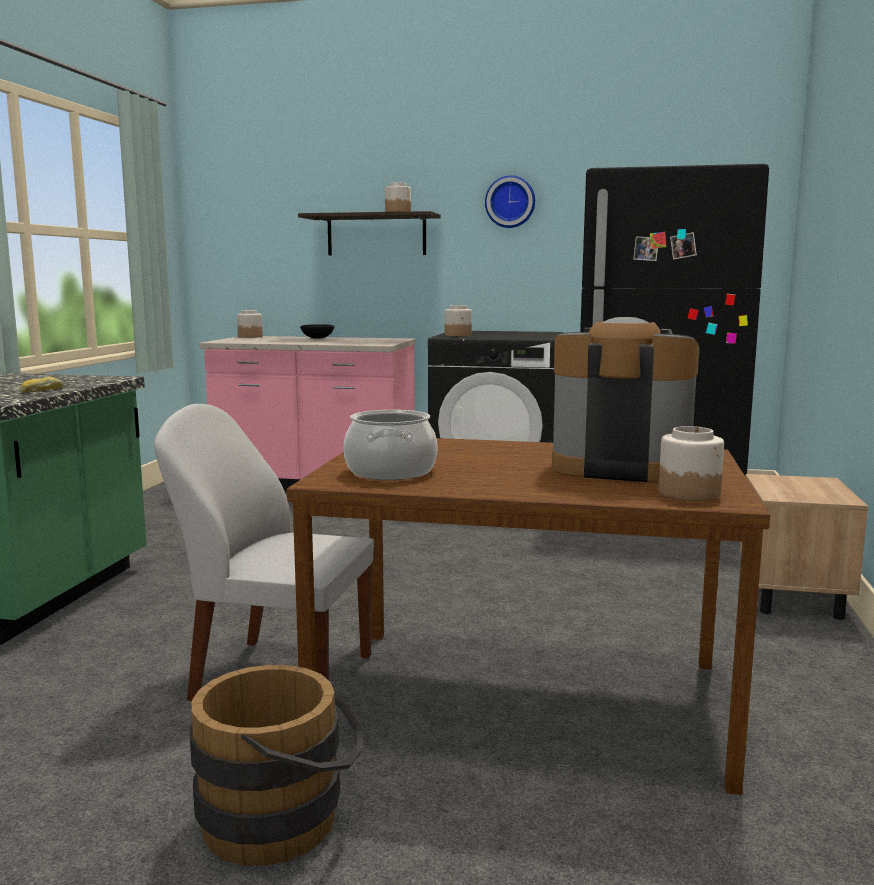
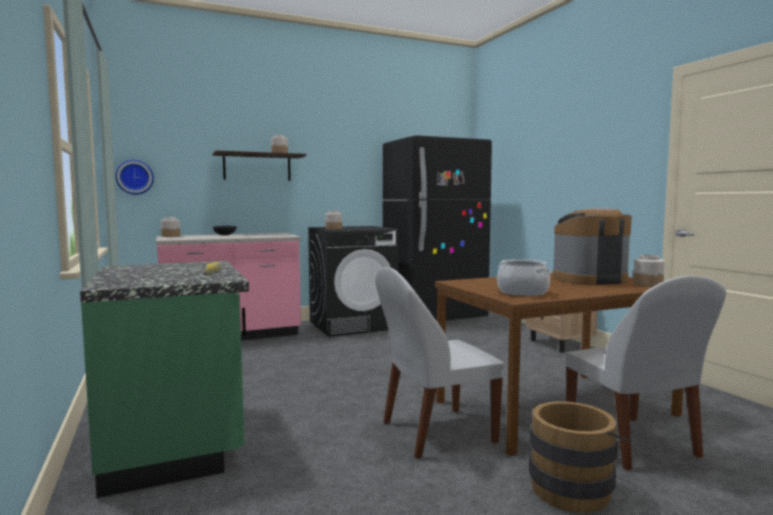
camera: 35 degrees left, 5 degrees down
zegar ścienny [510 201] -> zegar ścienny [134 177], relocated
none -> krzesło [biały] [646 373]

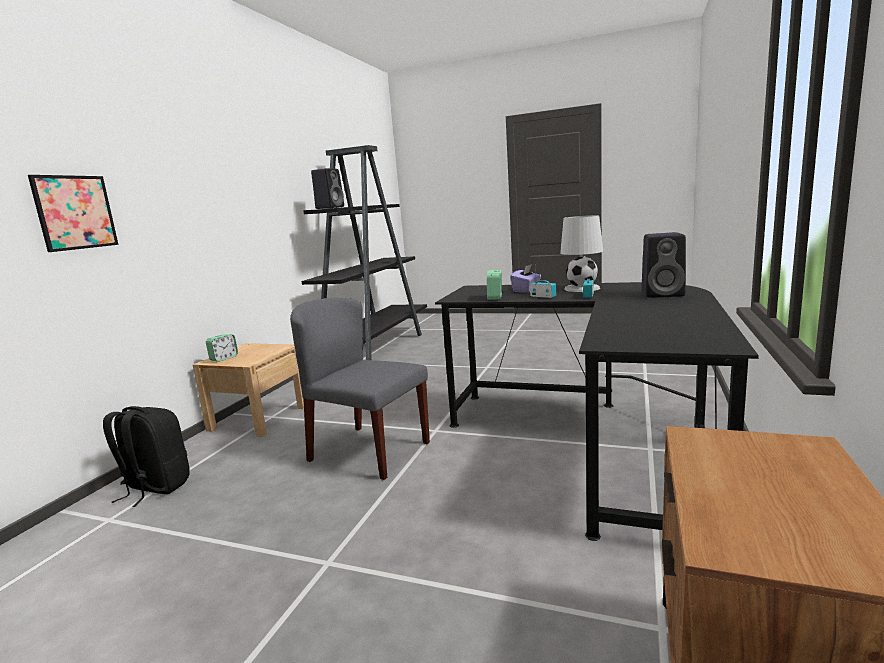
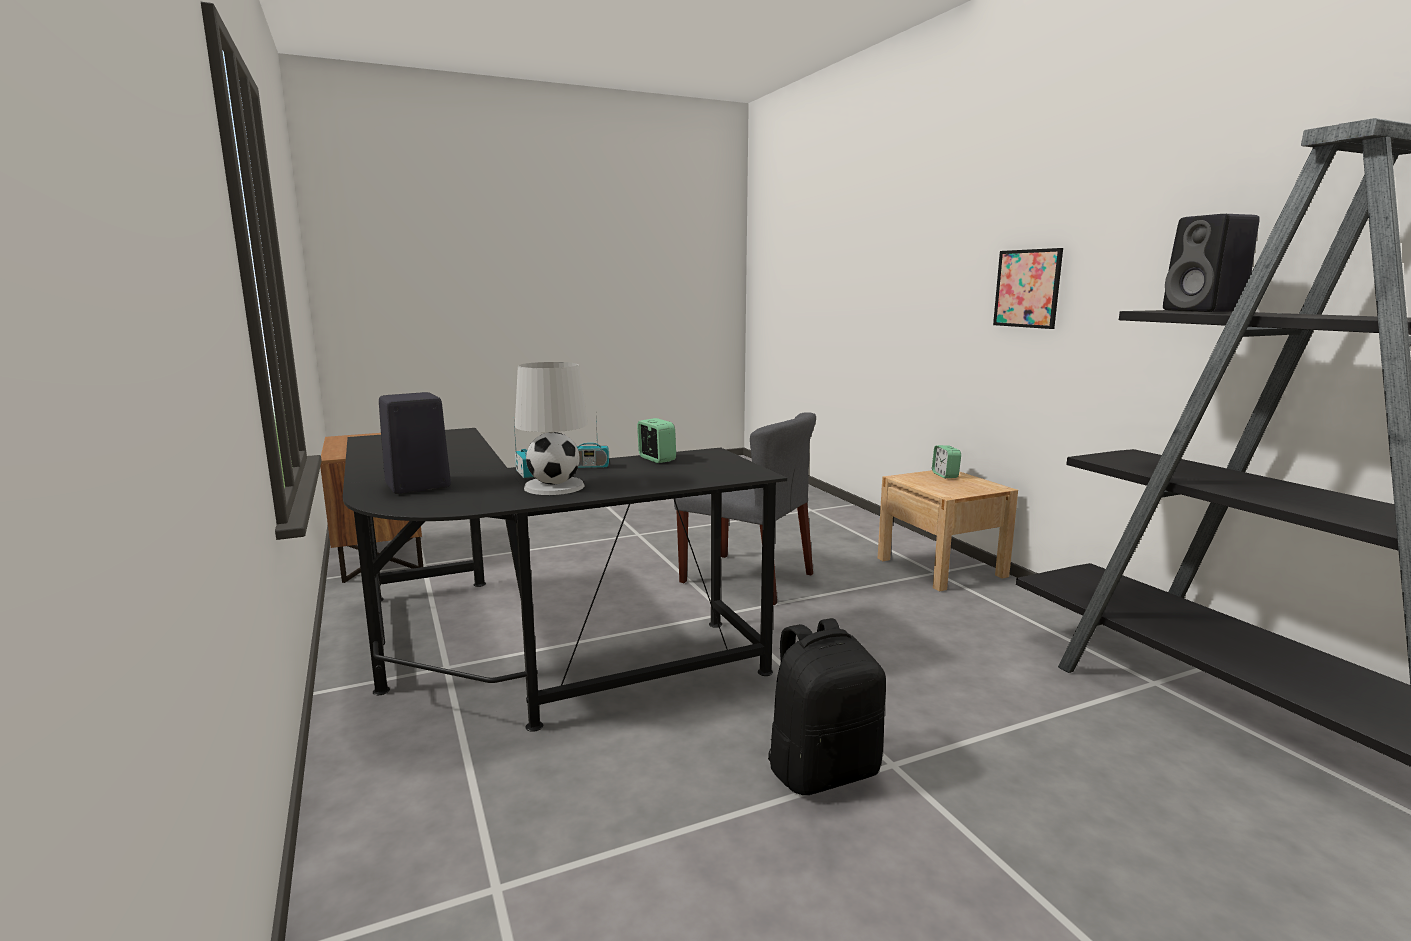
camera: 135 degrees right, 0 degrees up
obraz [73 213] -> obraz [1028 288], relocated
pudełko chusteczek [fioletowy] [525 278] -> none
krzesło [szary] [360 389] -> krzesło [szary] [745 508], 45 degrees clockwise
plecak [czarny] [146 456] -> plecak [czarny] [827 706], relocated

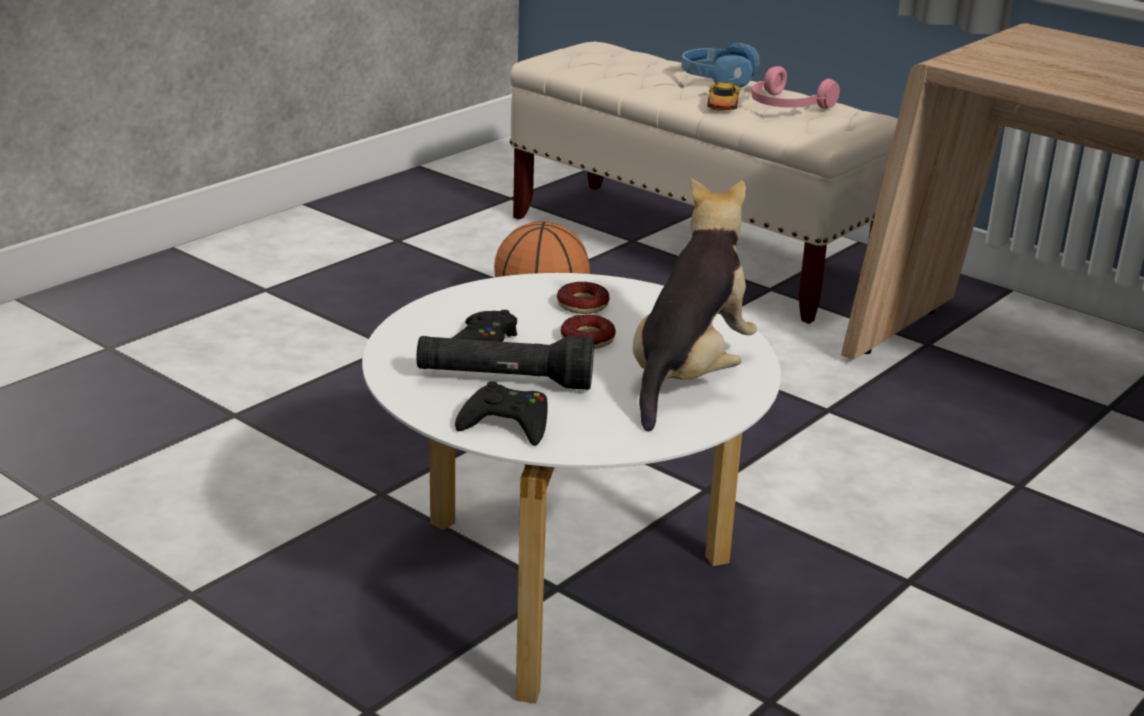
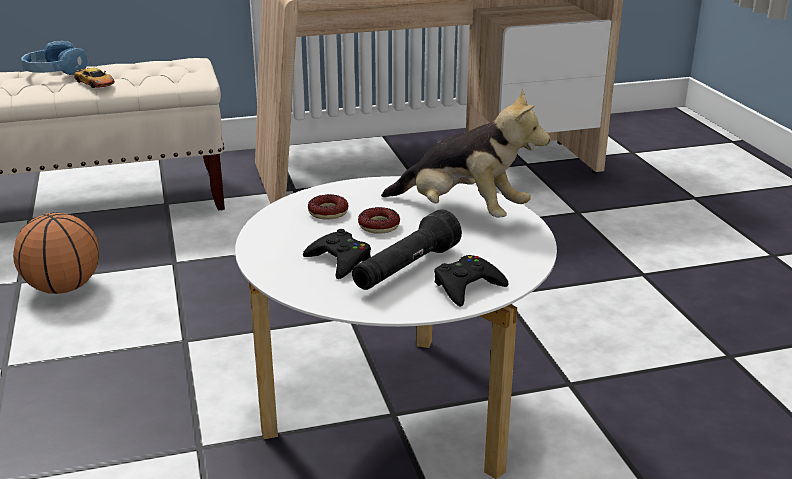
camera: 55 degrees left, 0 degrees up
słuchawki [różowy] [796 87] -> none
pluszak [695 304] -> pluszak [465 153], 150 degrees clockwise

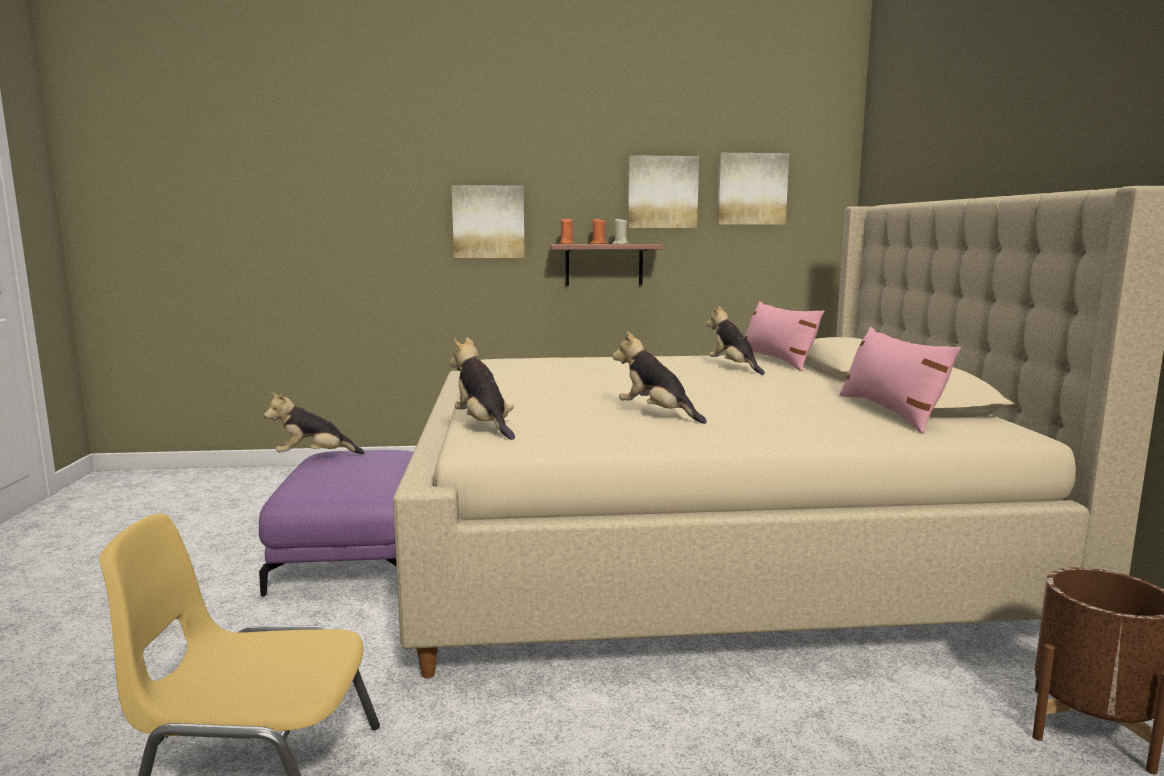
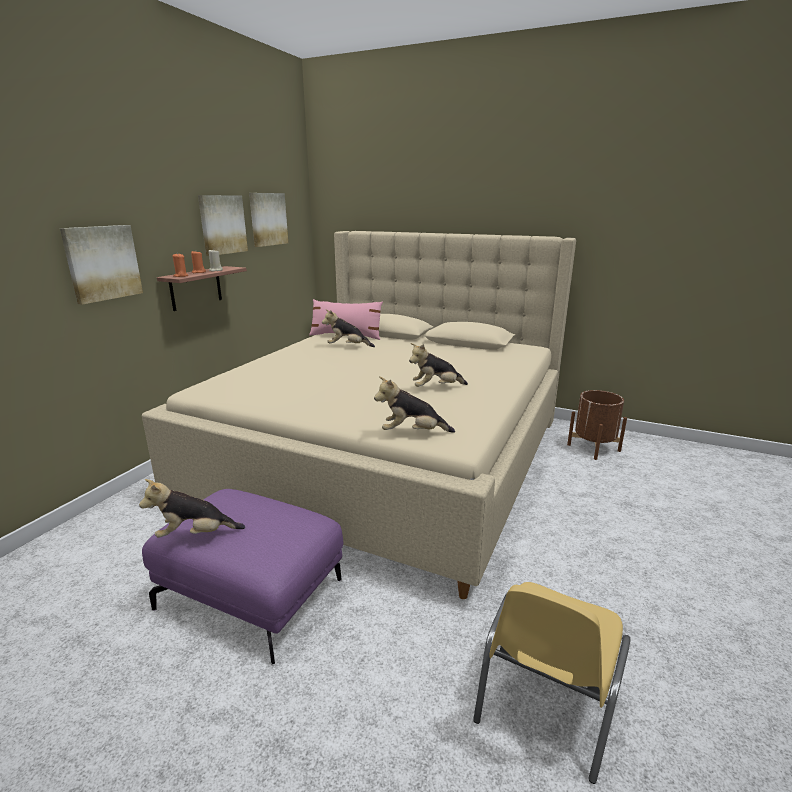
camera: 60 degrees left, 10 degrees up
poduszka [różowy] [900 380] -> none
pluszak [314 423] -> pluszak [192 508], 60 degrees clockwise

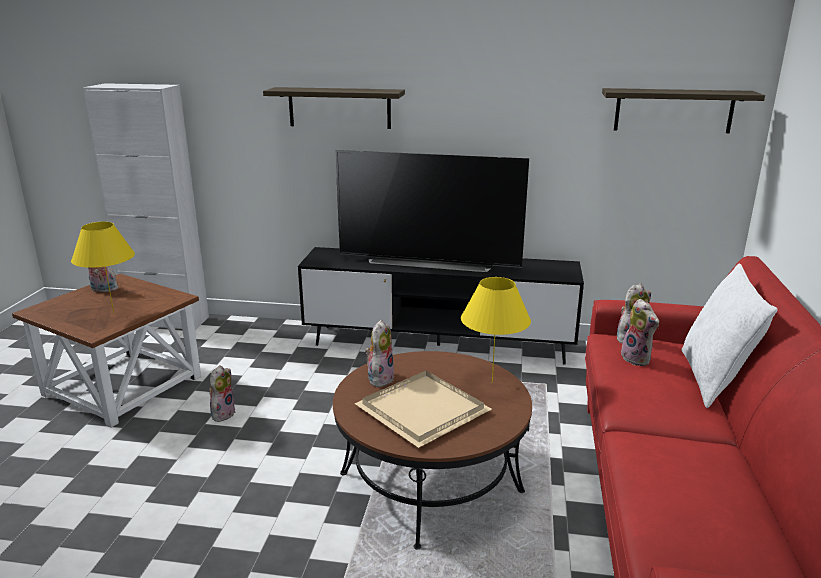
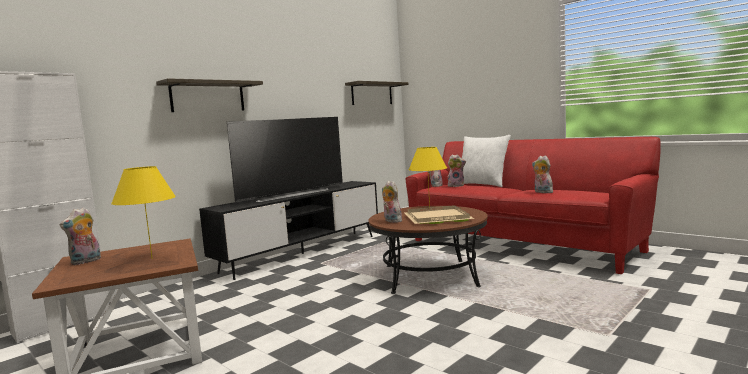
camera: 55 degrees left, 15 degrees down
pluszak [222 393] -> pluszak [542 174], relocated

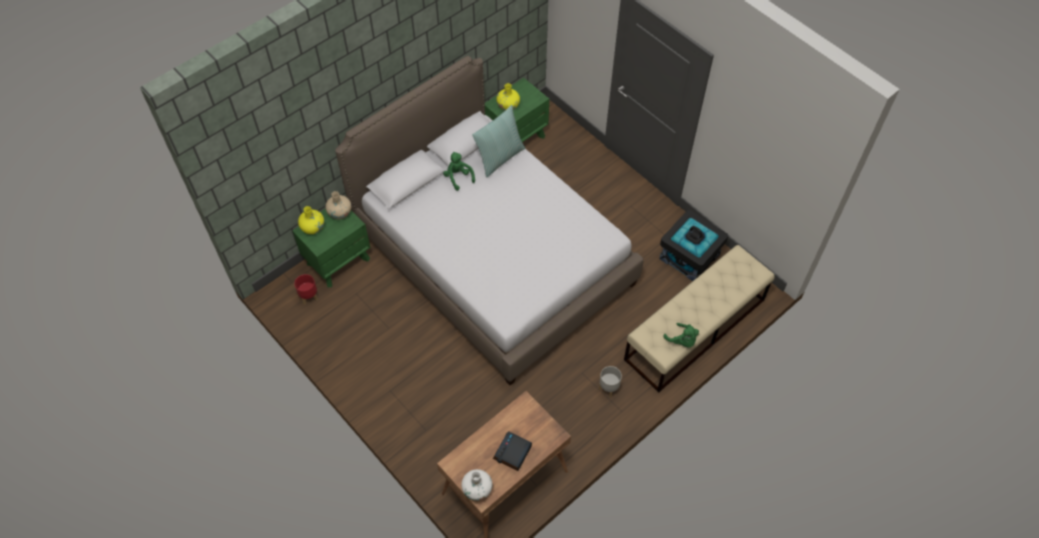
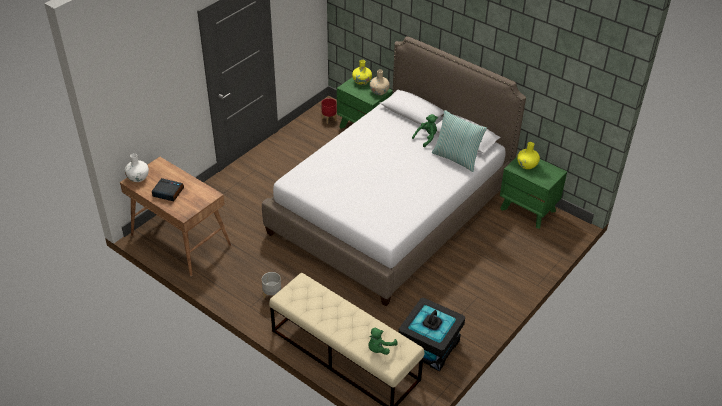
camera: 80 degrees right, 15 degrees down
pluszak [zielony] [681 335] -> pluszak [zielony] [382 341], relocated

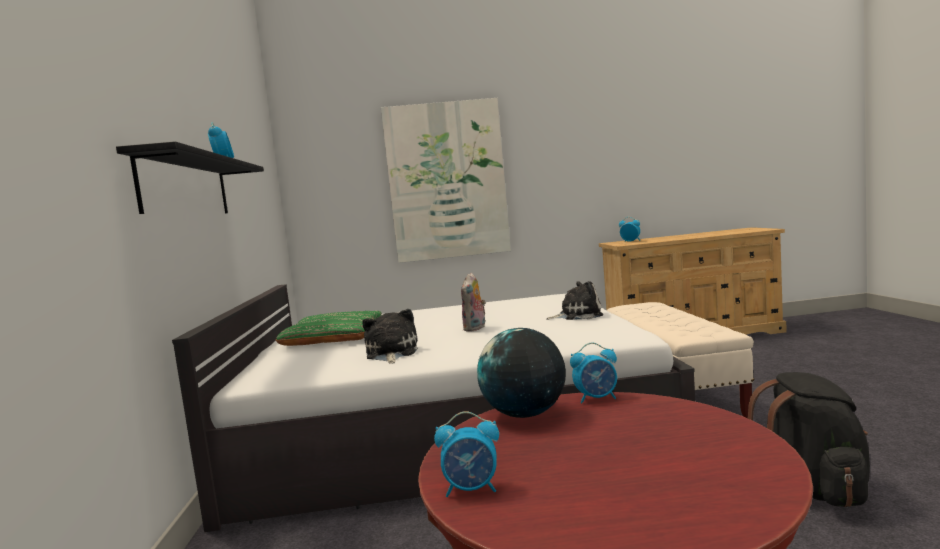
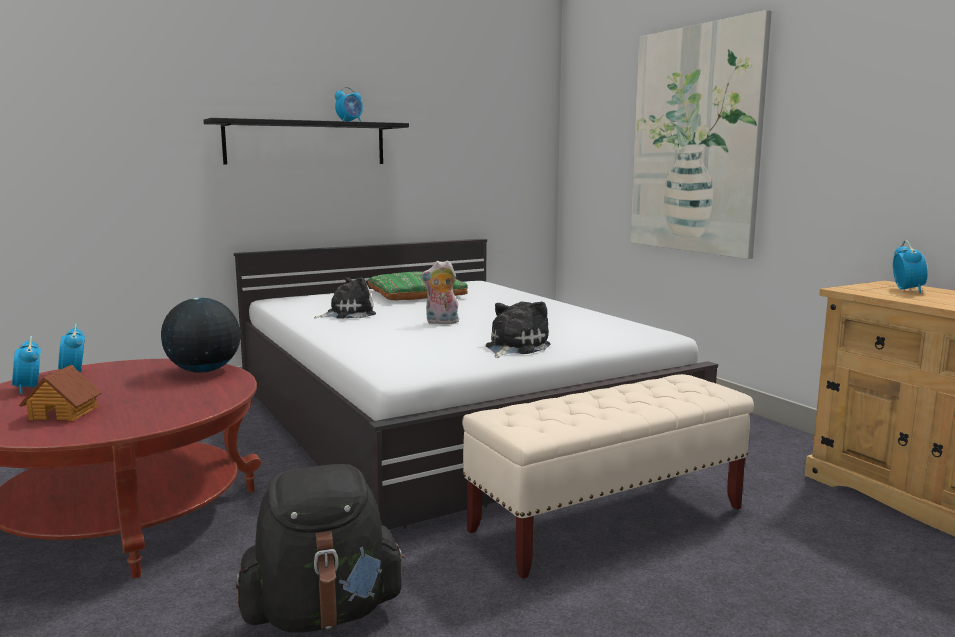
camera: 65 degrees right, 5 degrees up
pluszak [574 300] -> pluszak [518 329], 120 degrees counterclockwise
budzik [593 373] -> budzik [26 365], relocated
none -> domek [60 393]

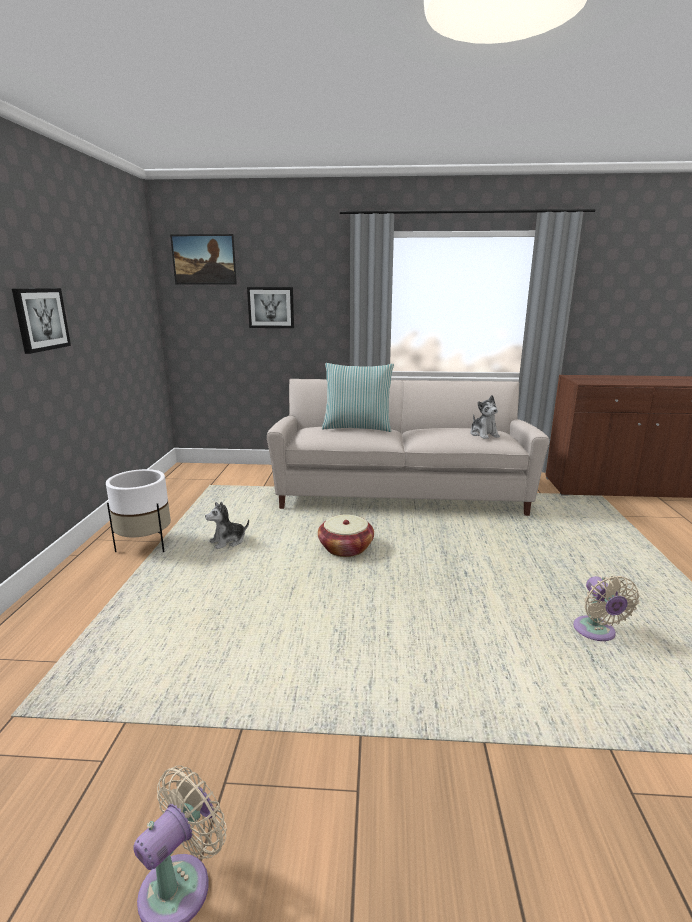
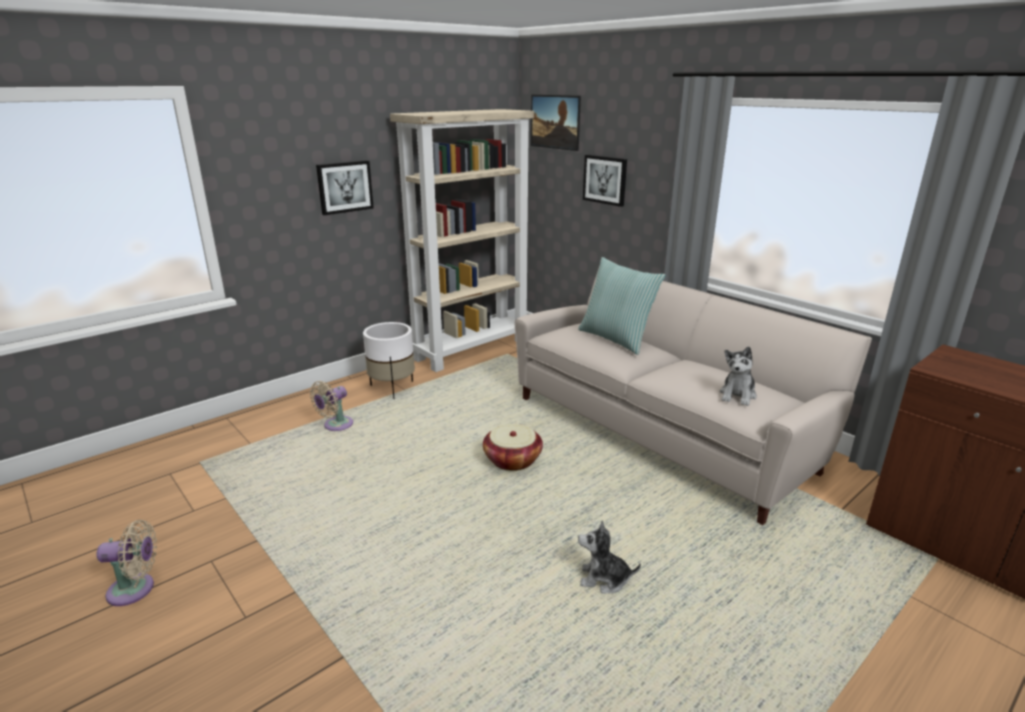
camera: 45 degrees right, 5 degrees up
pluszak [227 525] -> pluszak [609 557], relocated
wentylator [beżowy] [606 608] -> wentylator [beżowy] [331 406], relocated
none -> regał [beżowy] [462 240]

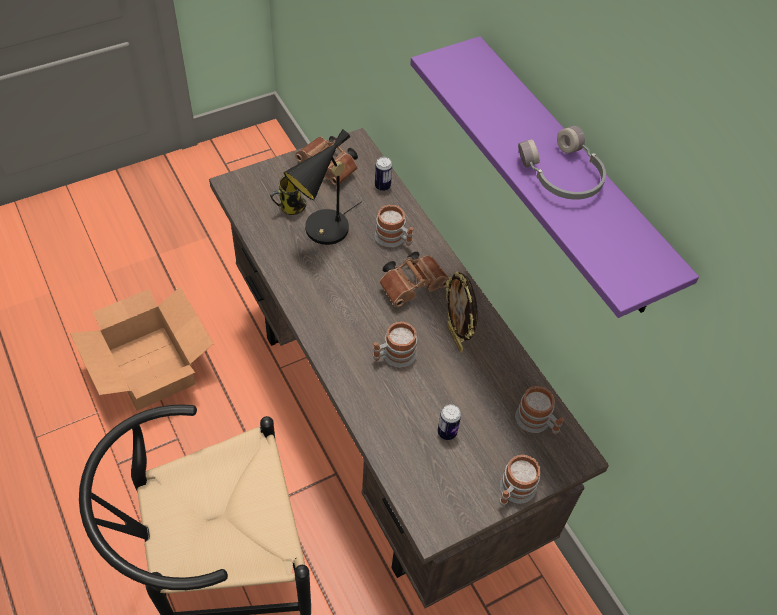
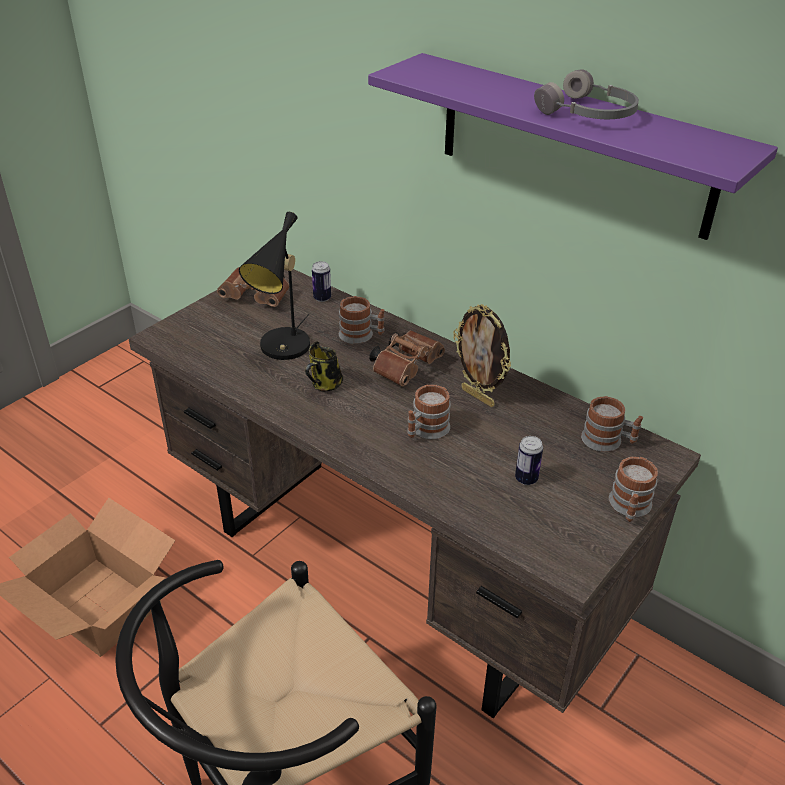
camera: 20 degrees left, 15 degrees down
kubek [288 195] -> kubek [324 366], relocated

